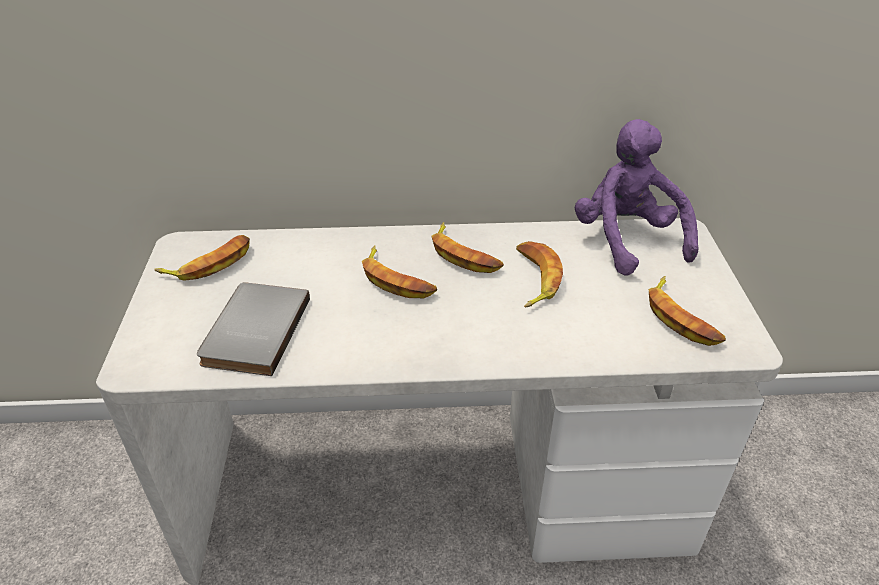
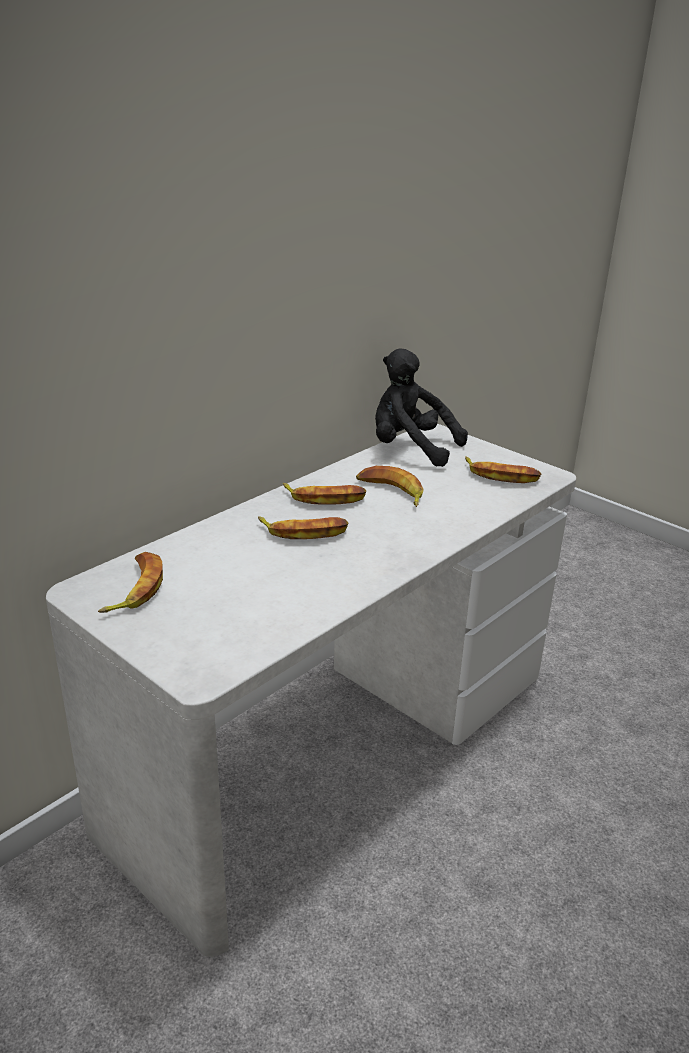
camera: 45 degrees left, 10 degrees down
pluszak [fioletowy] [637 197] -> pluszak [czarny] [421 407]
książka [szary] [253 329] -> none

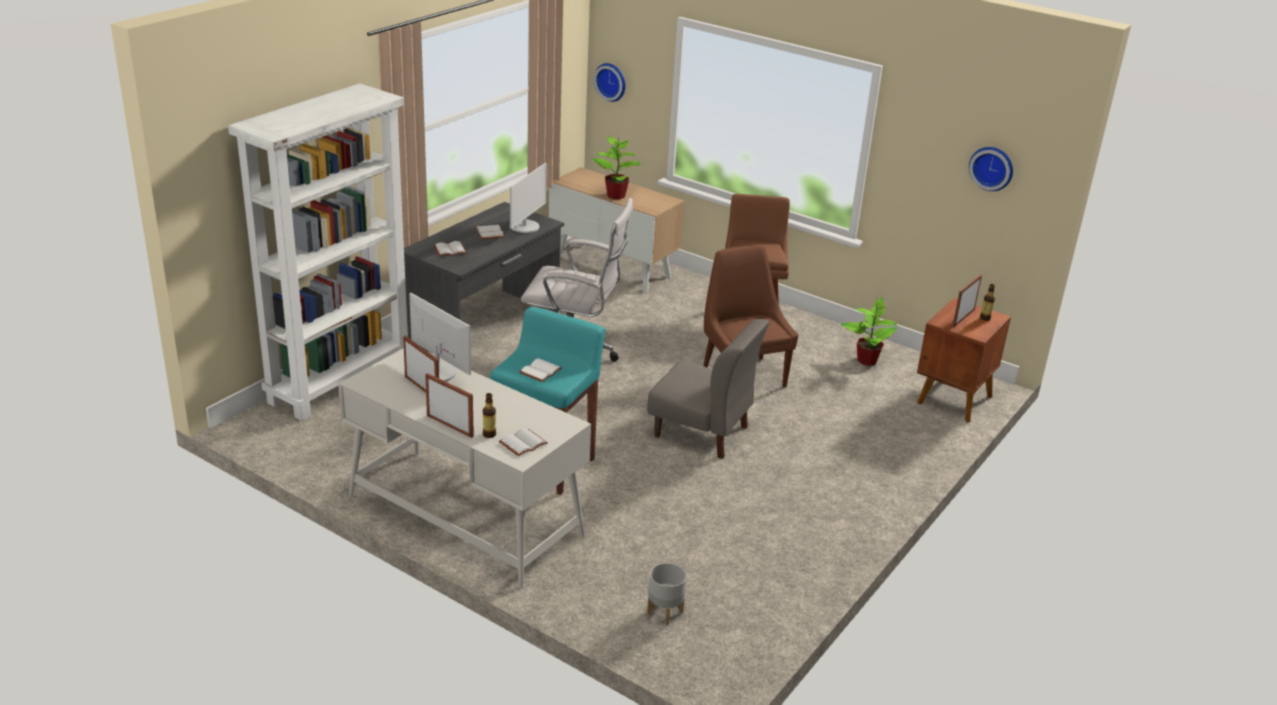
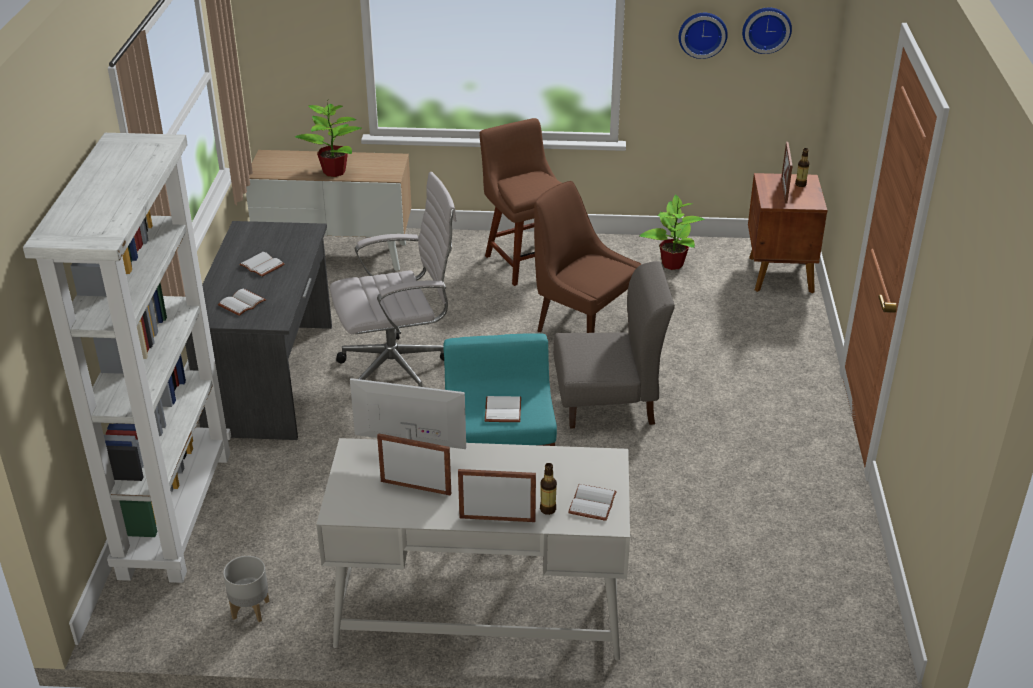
camera: 30 degrees left, 5 degrees up
zegar ścienny [610 82] -> zegar ścienny [703 36], relocated
monitor [528 198] -> none
donica [szary] [667 594] -> donica [szary] [246 589], relocated

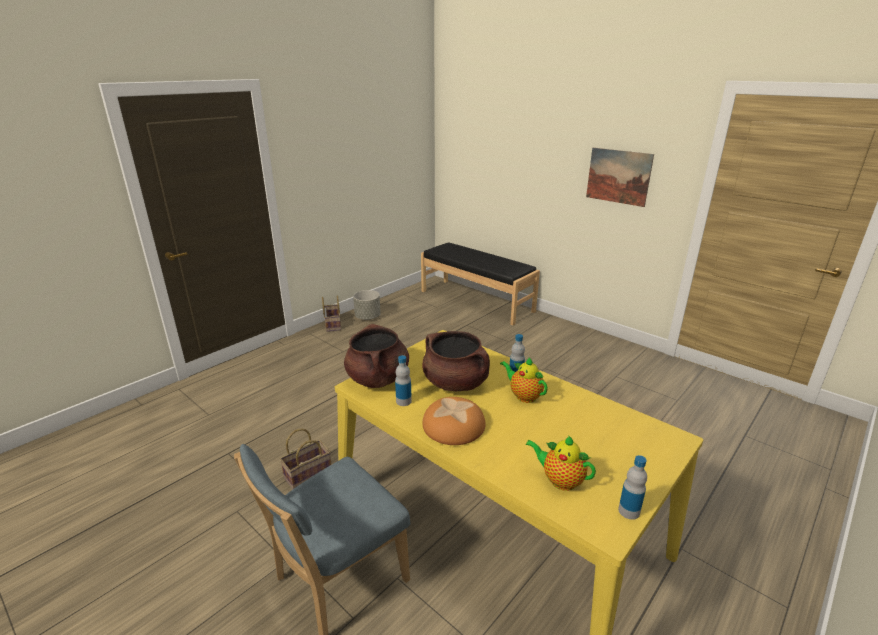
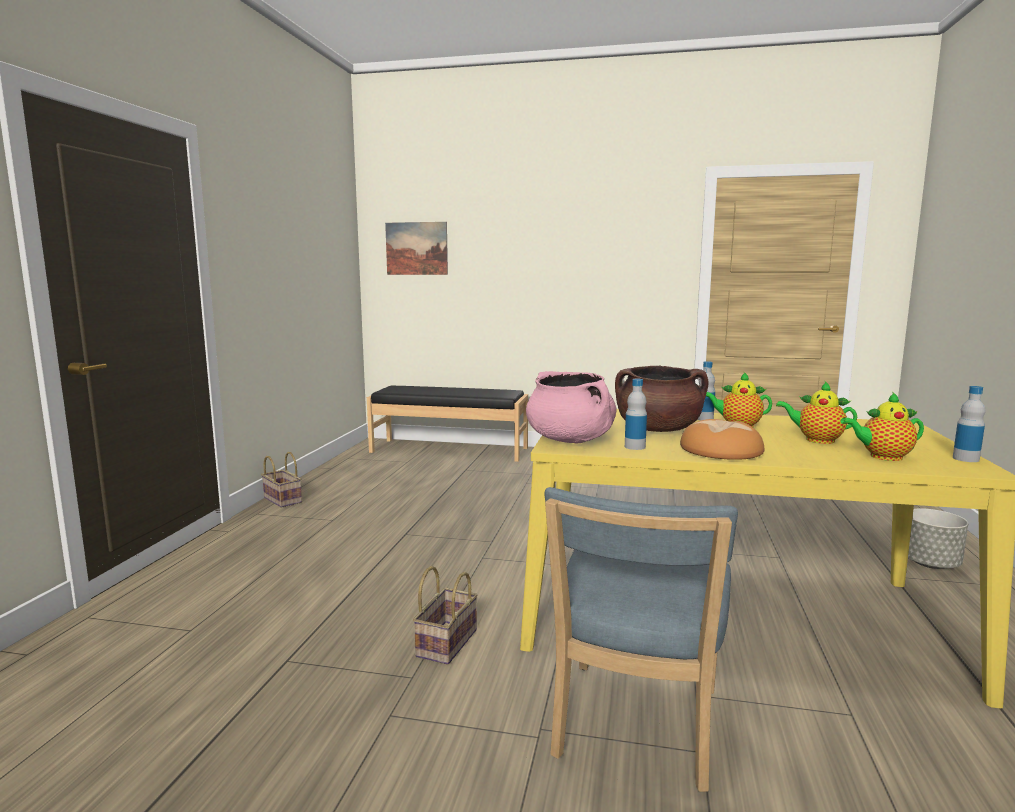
camera: 30 degrees left, 15 degrees down
obraz [620 177] -> obraz [416 248], relocated
donica [szary] [367 305] -> donica [szary] [938 538], relocated
garnek [brązowy] [376 356] -> garnek [różowy] [571 407]
none -> imbryk [816 412]

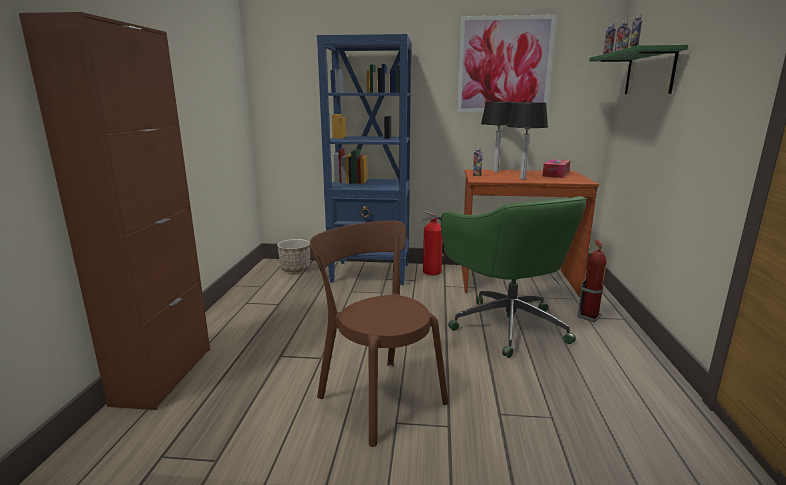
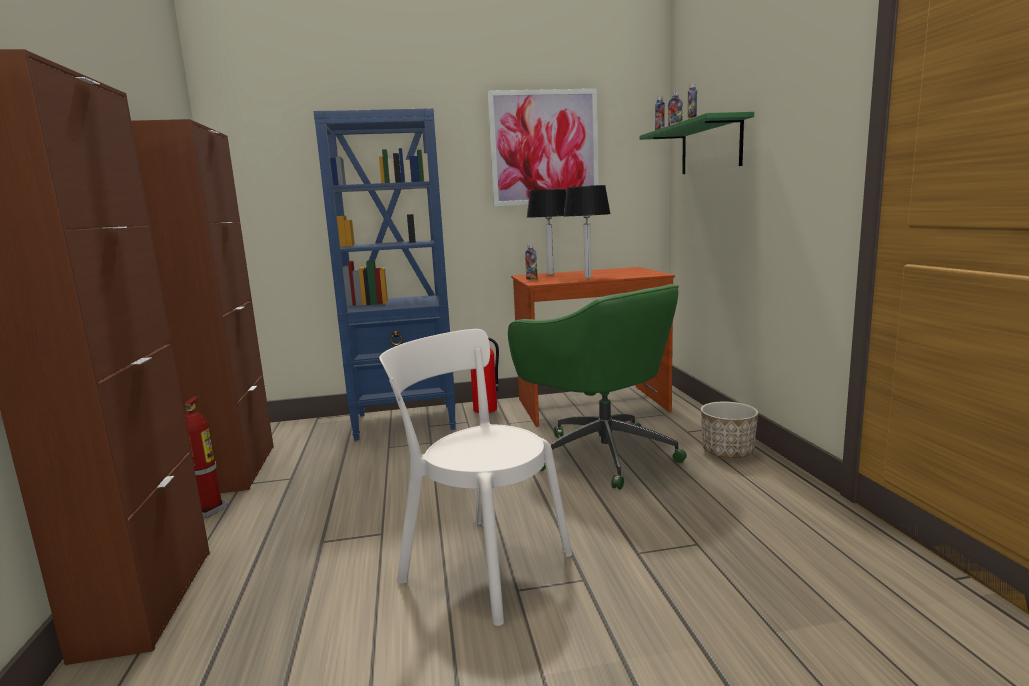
camera: 15 degrees left, 5 degrees down
pudełko chusteczek [556 168] -> none
krzesło [brązowy] [379 334] -> krzesło [biały] [475 477]
donica [293 255] -> donica [729 430], relocated
gaśnica [592 281] -> gaśnica [206 457], relocated
none -> szafka [brązowy] [202 306]

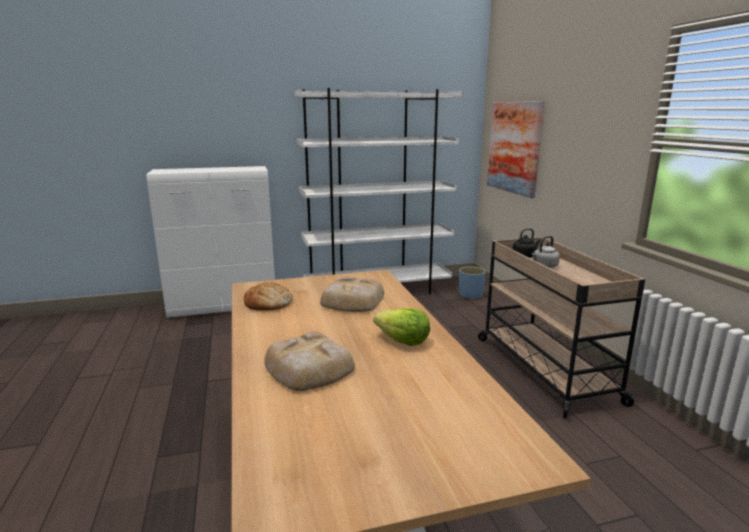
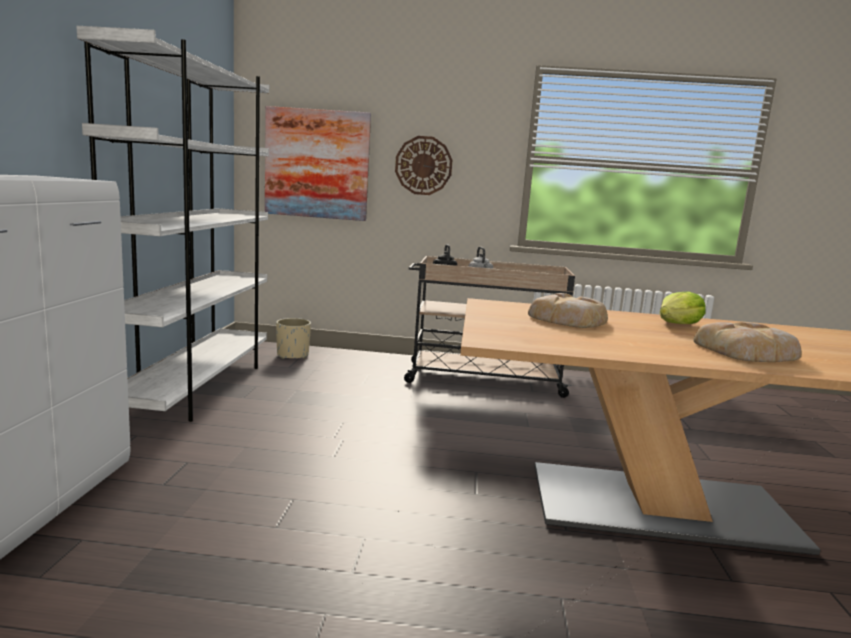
camera: 70 degrees left, 5 degrees down
donica [niebieski] [472 283] -> donica [beżowy] [293 338]
chleb [268 296] -> none
none -> zegar ścienny [423 165]

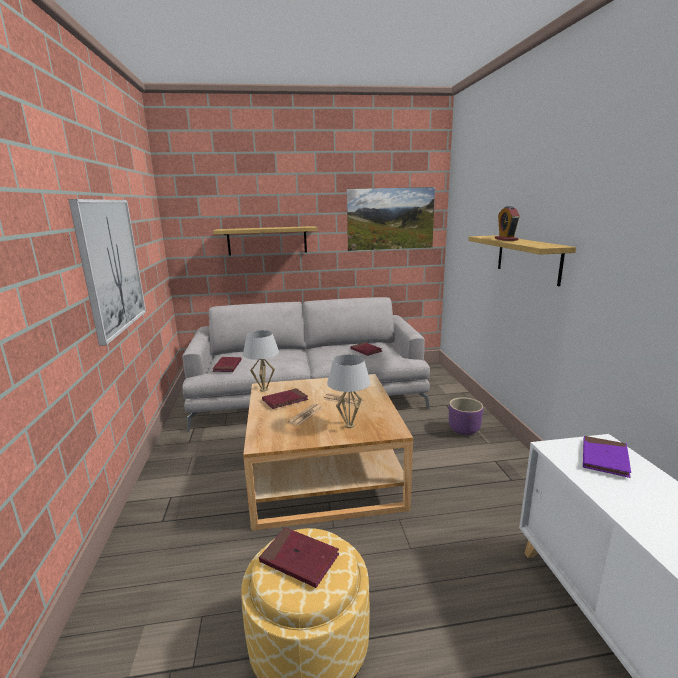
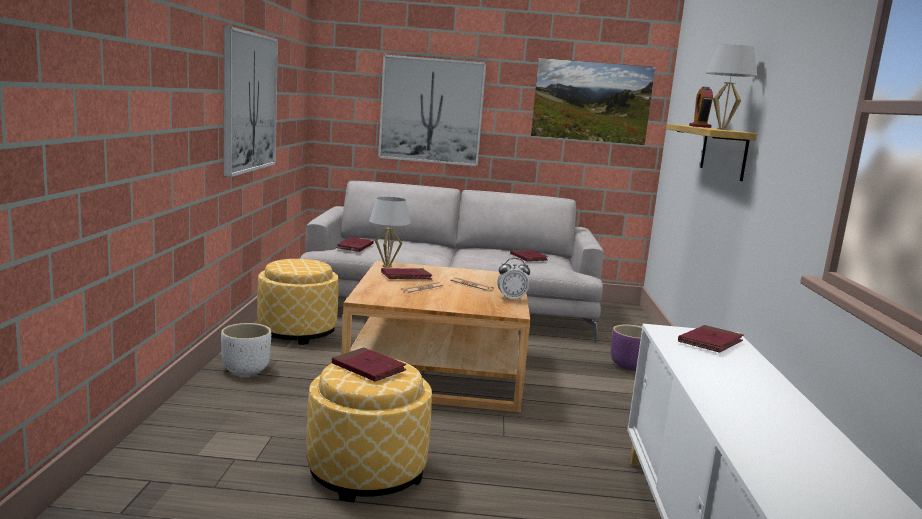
camera: 10 degrees right, 5 degrees down
półka [265 240] -> obraz [432 110]
lampa stołowa [biały] [349 391] -> lampa stołowa [biały] [731 87], relocated
książka [fioletowy] [607 457] -> książka [czerwony] [710 338]
none -> budzik [513 279]
none -> pufa [298 302]
none -> donica [biały] [246 349]

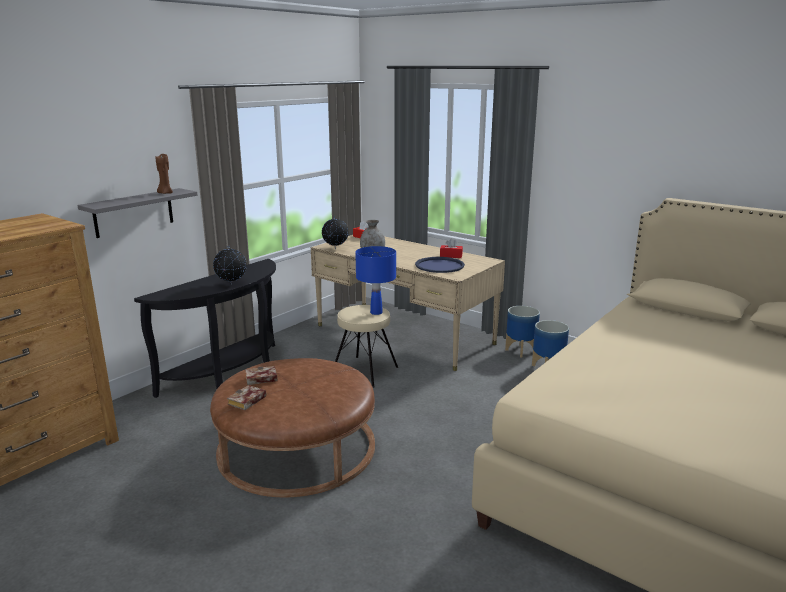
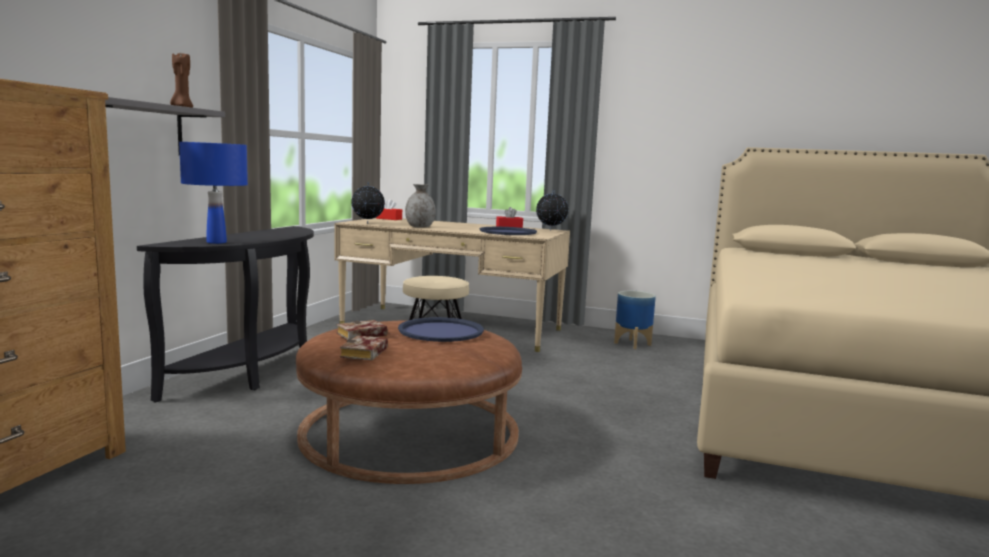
camera: 20 degrees left, 10 degrees down
globus [230 264] -> globus [552 209], relocated
lampa stołowa [niebieski] [375 280] -> lampa stołowa [niebieski] [213 193], relocated
donica [522 332] -> none
none -> taca [niebieski] [441 329]

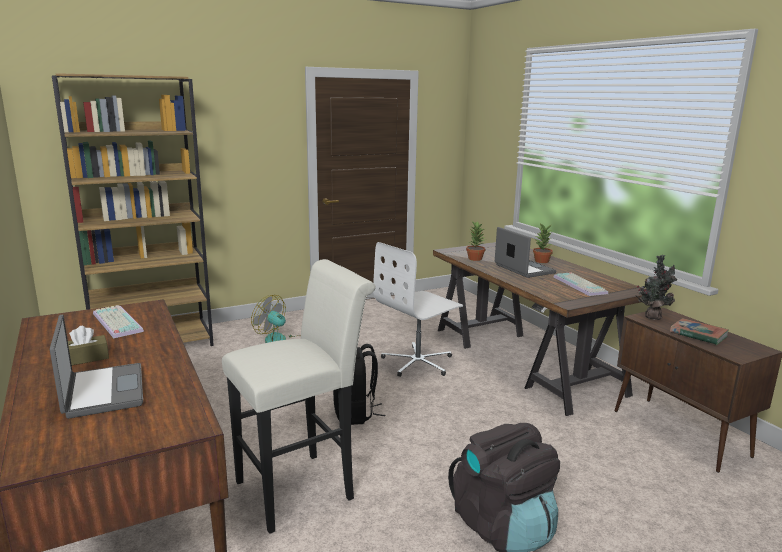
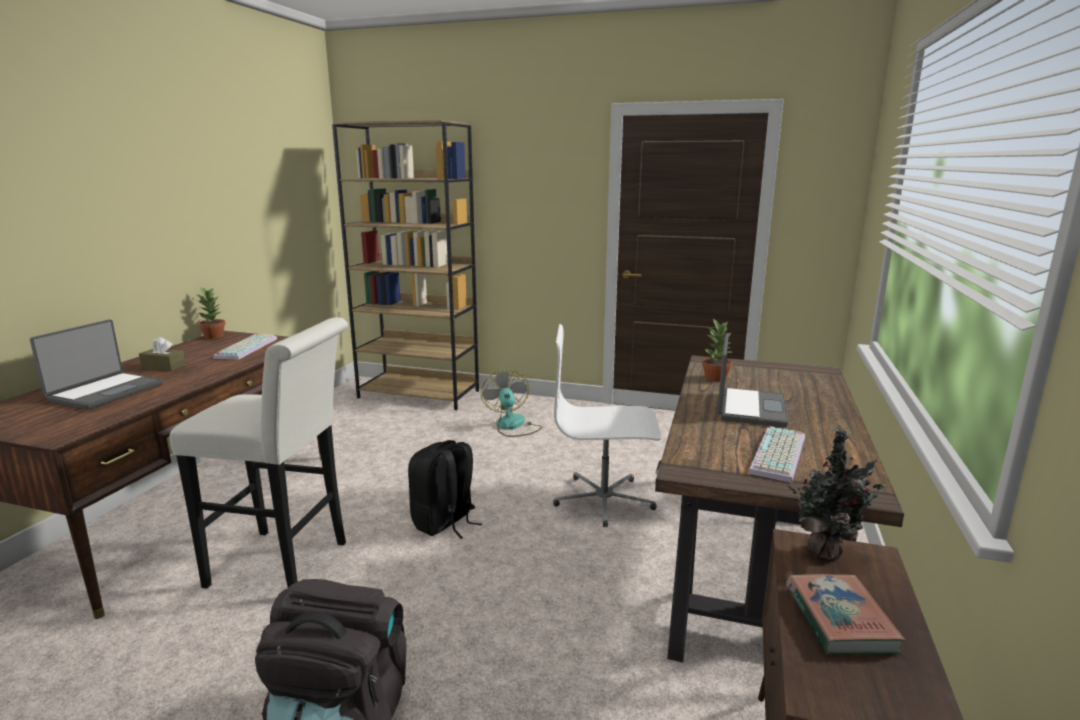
camera: 45 degrees right, 0 degrees up
roślina doniczkowa [543 243] -> roślina doniczkowa [210 313], relocated

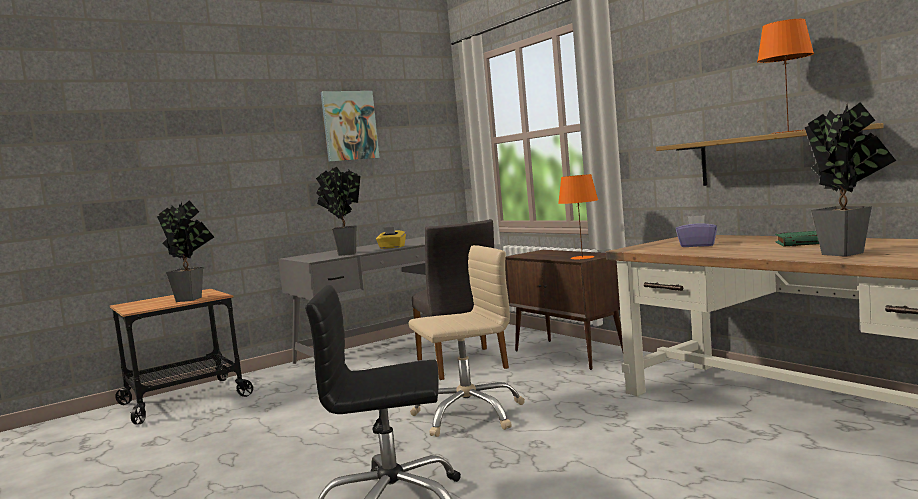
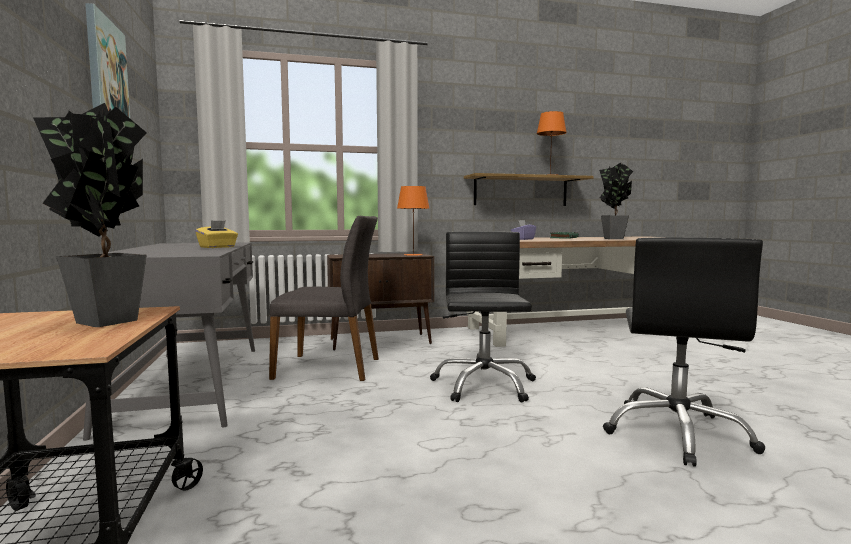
camera: 70 degrees left, 0 degrees up
roślina doniczkowa [338 211] -> none
krzesło biurowe [beżowy] [467 341] -> krzesło biurowe [czarny] [483 316]

